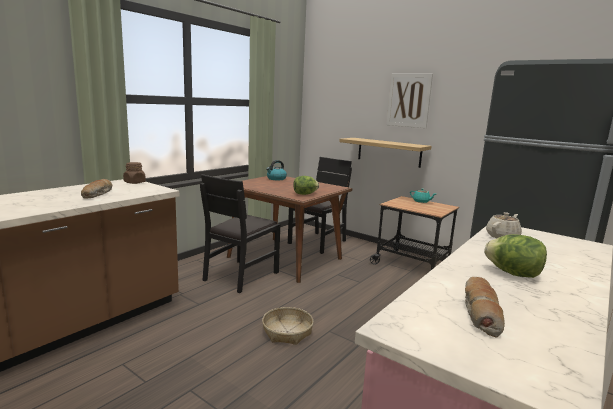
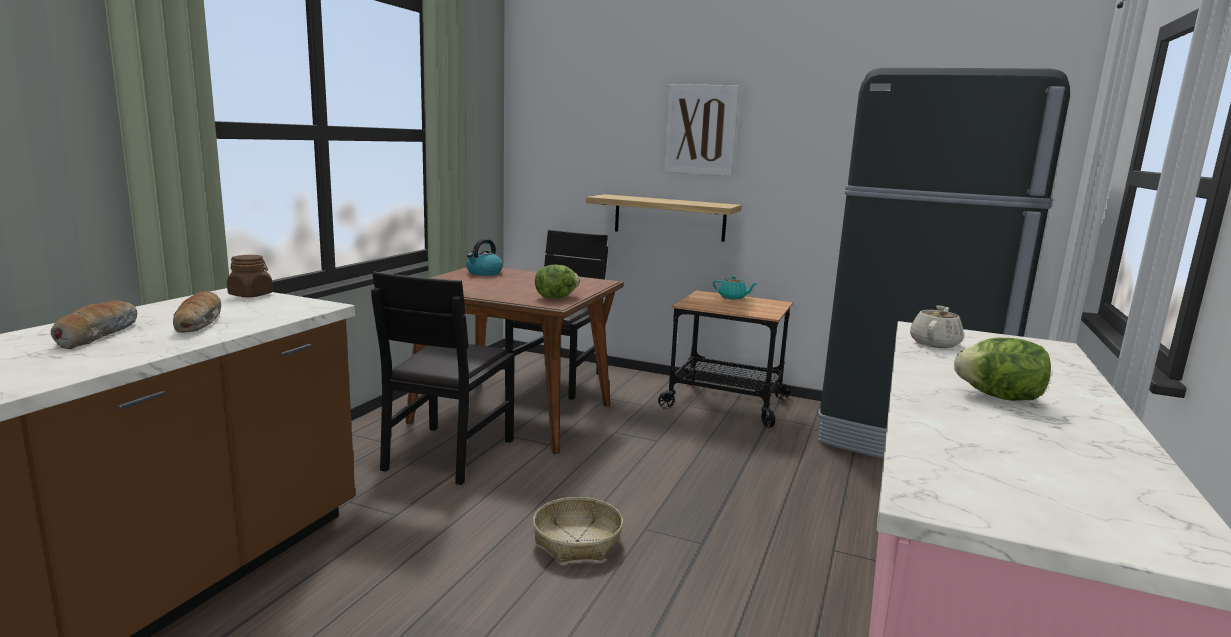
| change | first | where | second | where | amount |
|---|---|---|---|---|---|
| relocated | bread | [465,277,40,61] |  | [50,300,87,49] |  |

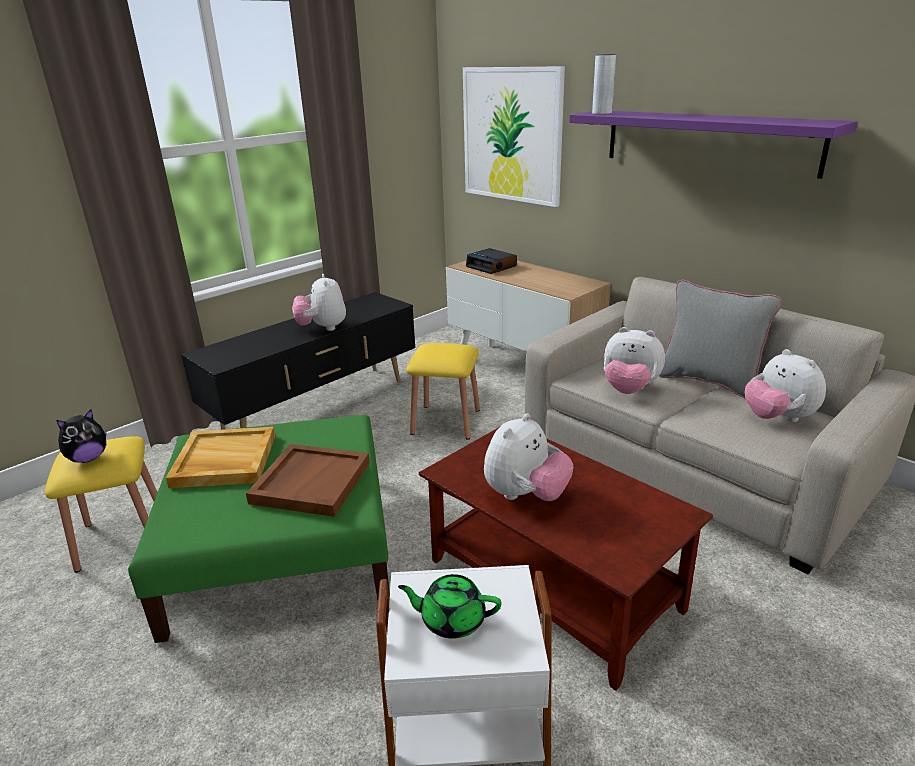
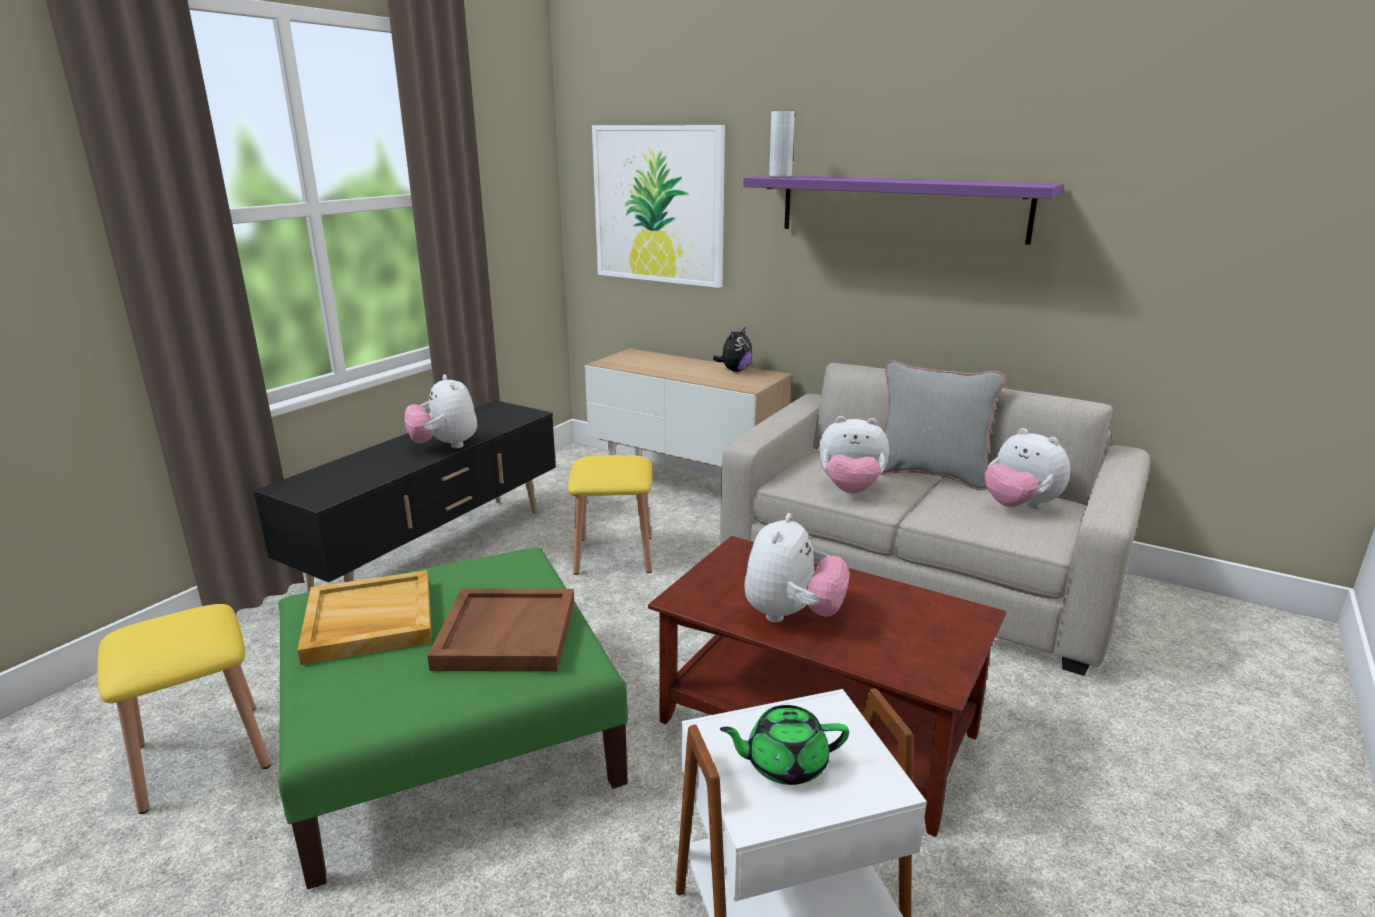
| change | first | where | second | where | amount |
|---|---|---|---|---|---|
| missing | alarm clock | [466,248,51,26] |  |  |  |
| relocated | plush toy | [56,409,51,54] |  | [713,326,39,46] |  |

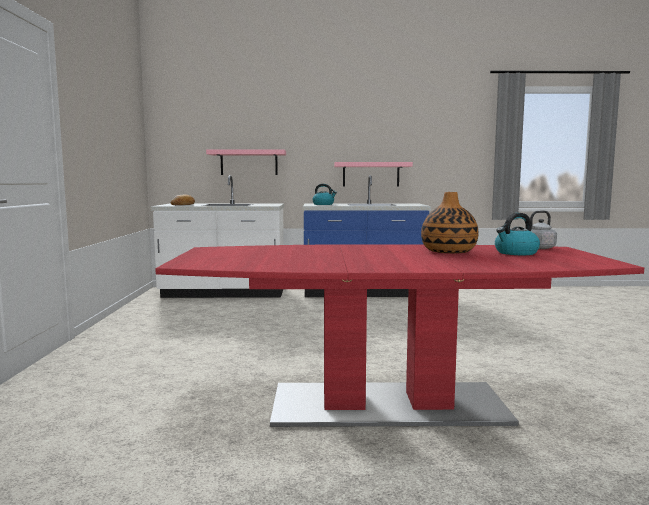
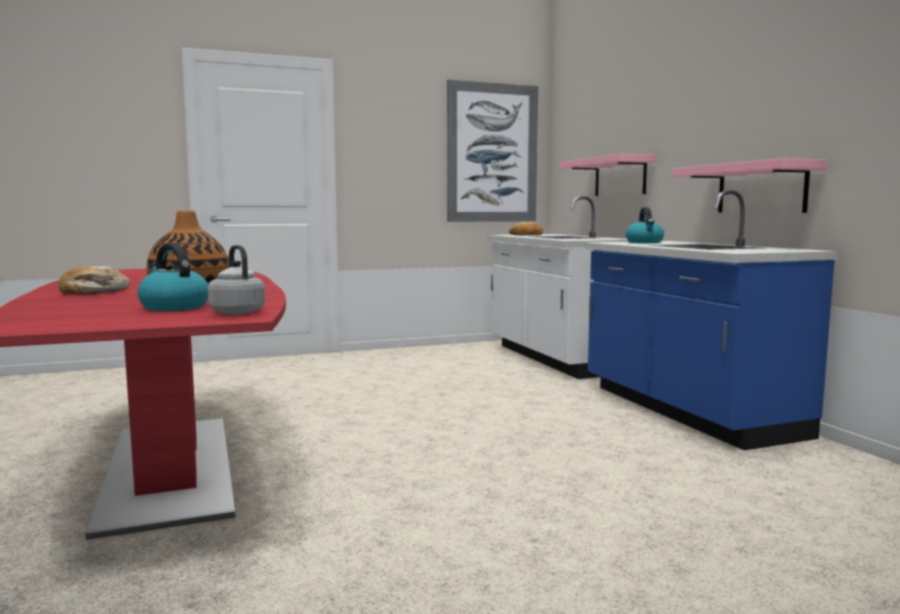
| change | first | where | second | where | amount |
|---|---|---|---|---|---|
| appeared |  |  | picture | [447,80,91,142] |  |
| appeared |  |  | bread | [58,266,72,28] |  |

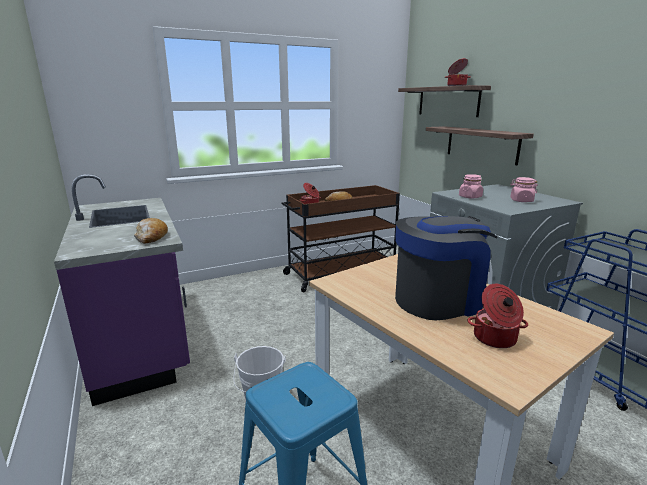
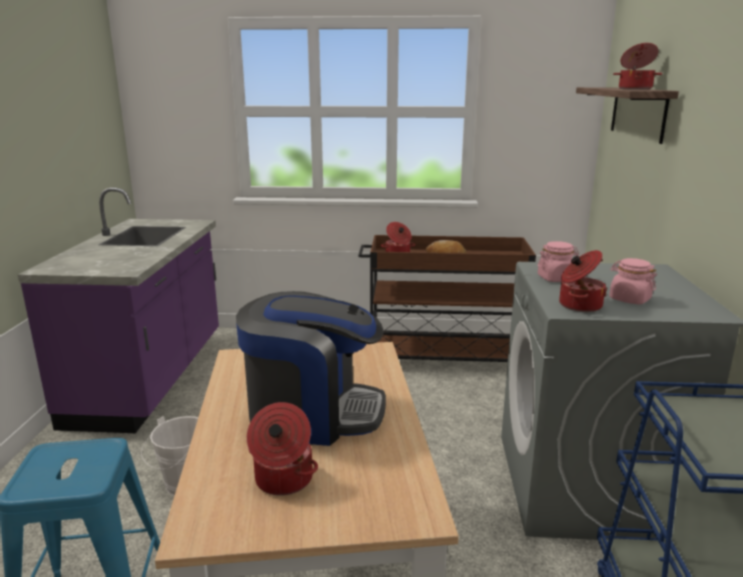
| change | first | where | second | where | amount |
|---|---|---|---|---|---|
| missing | shelf | [426,126,108,39] |  |  |  |
| missing | bread | [134,218,34,26] |  |  |  |
| appeared |  |  | cooking pot | [559,250,48,62] |  |

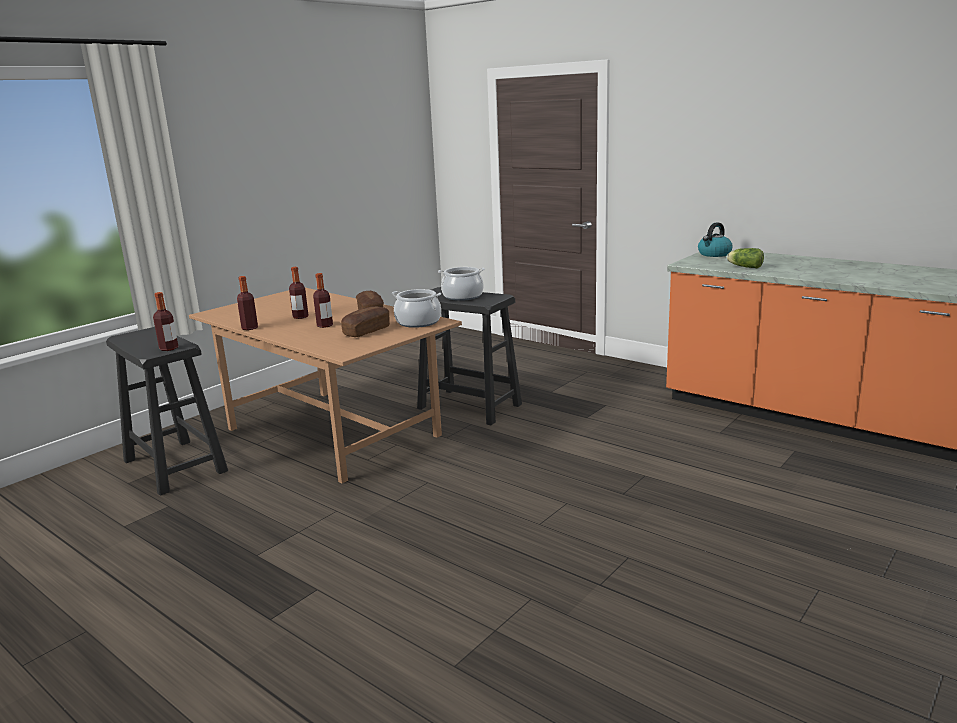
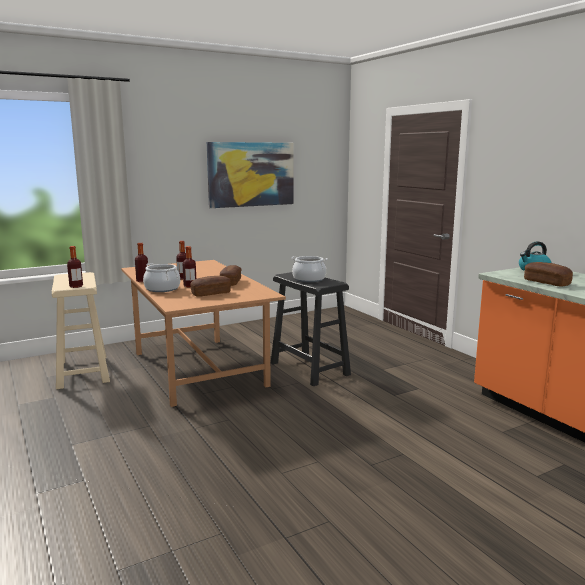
| change | first | where | second | where | amount |
|---|---|---|---|---|---|
| exchanged | lettuce | [727,248,37,20] | bread | [524,262,49,24] |  |
| relocated | cooking pot | [392,289,49,39] |  | [143,263,37,29] |  |
| colour | black stool | [106,327,122,169] | beige stool | [52,272,58,117] |  |
| appeared |  |  | picture | [207,142,87,66] |  |

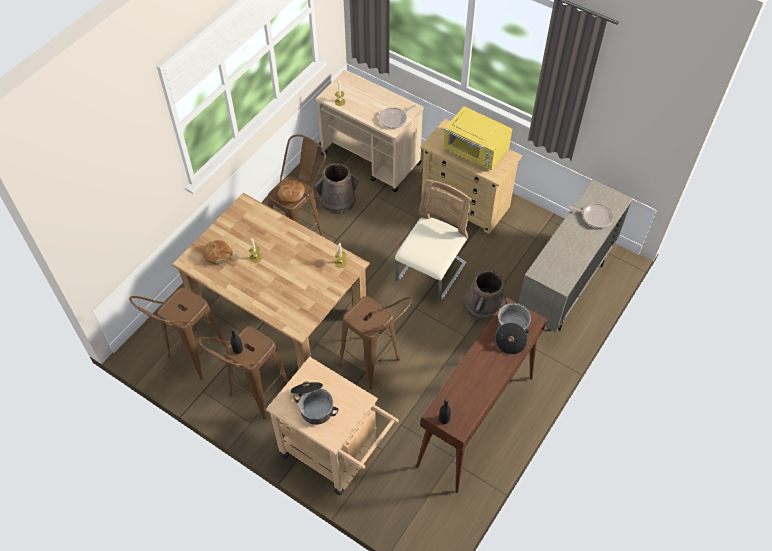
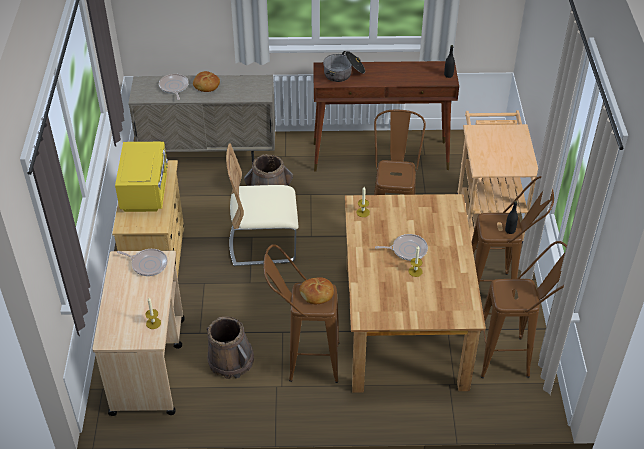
| change | first | where | second | where | amount |
|---|---|---|---|---|---|
| relocated | bread | [203,240,30,24] |  | [193,71,27,21] |  |
| missing | cooking pot | [290,381,48,44] |  |  |  |
| appeared |  |  | frying pan | [375,234,53,27] |  |

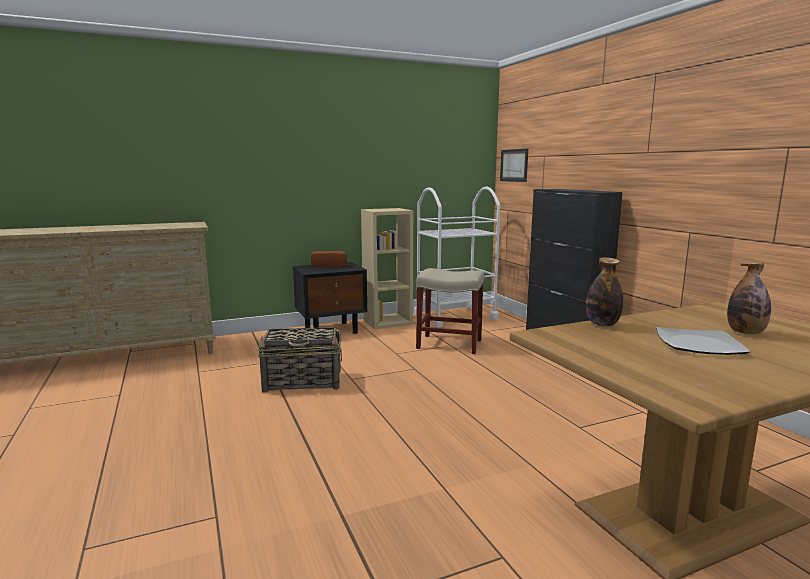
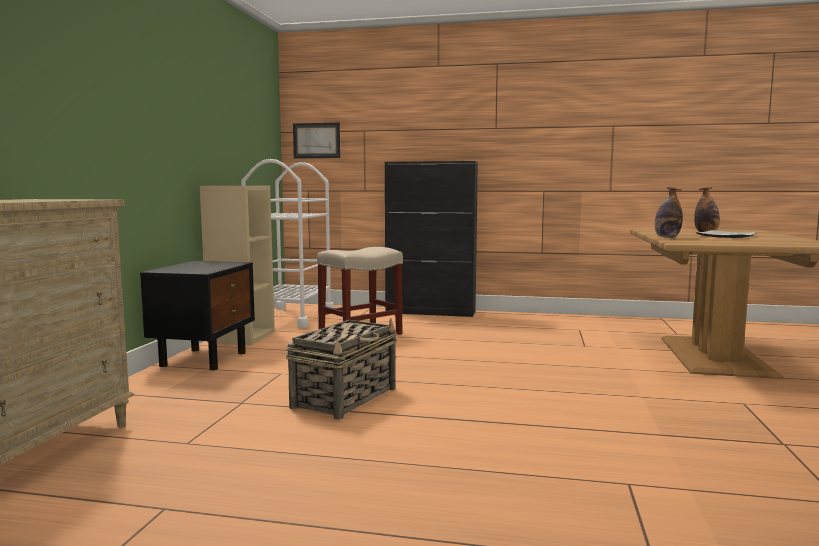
| change | first | where | second | where | amount |
|---|---|---|---|---|---|
| missing | bread | [311,251,36,16] |  |  |  |

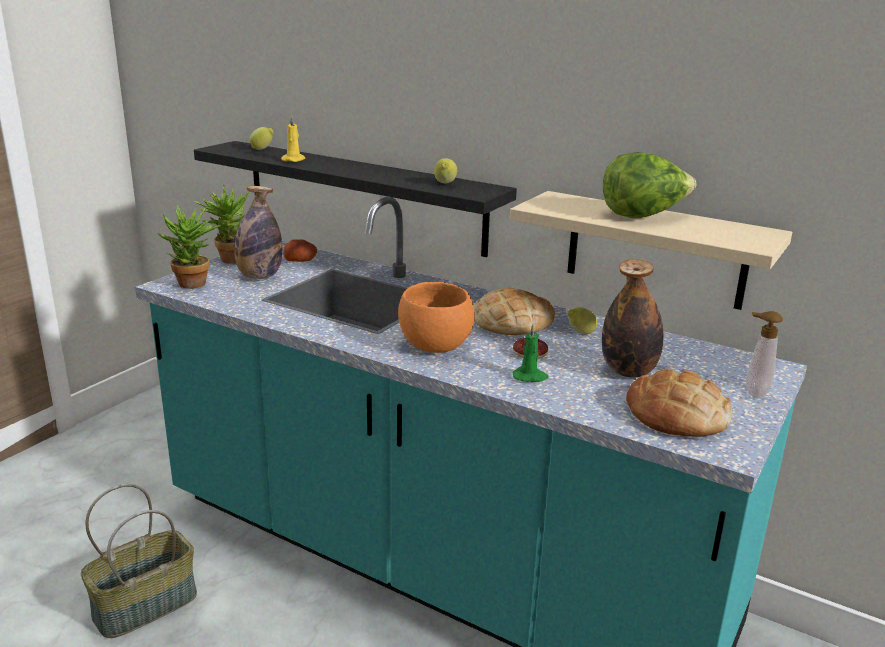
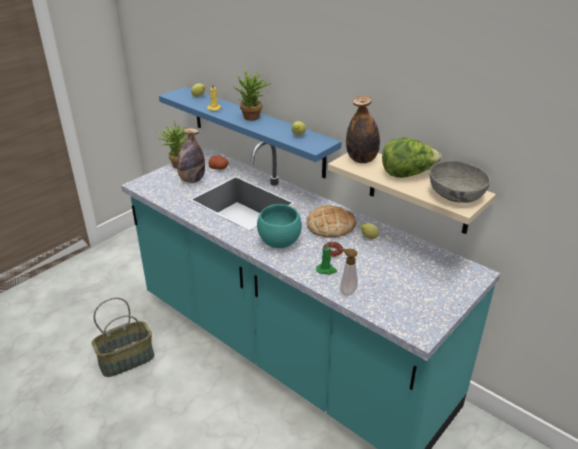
| change | first | where | second | where | amount |
|---|---|---|---|---|---|
| colour | black shelf | [194,141,323,116] | blue shelf | [159,87,183,92] |  |
| relocated | potted plant | [157,205,64,84] |  | [234,70,37,51] |  |
| relocated | bottle | [602,259,61,119] |  | [346,96,34,67] |  |
| colour | orange bowl | [398,282,77,71] | turquoise bowl | [257,204,45,44] |  |
| relocated | soap dispenser | [746,311,37,87] |  | [340,248,18,48] |  |
| missing | bread | [626,368,107,69] |  |  |  |
| appeared |  |  | grey bowl | [430,161,60,42] |  |

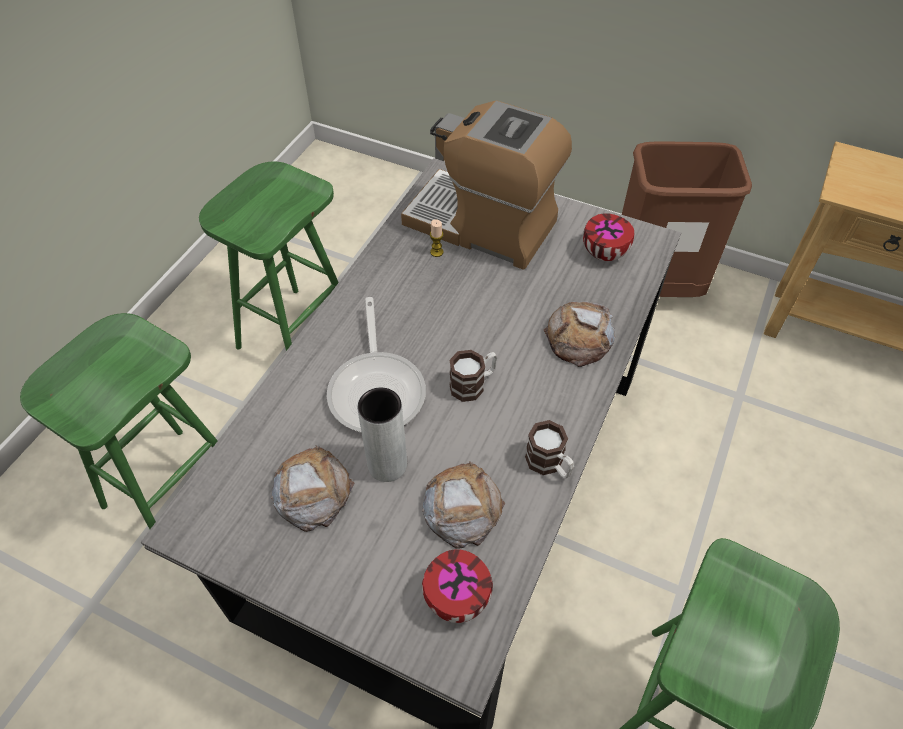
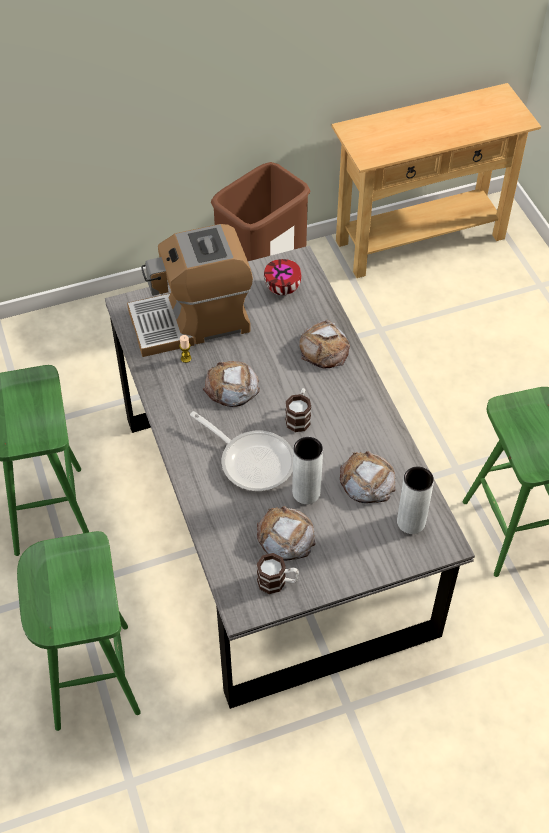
| change | first | where | second | where | amount |
|---|---|---|---|---|---|
| relocated | mug | [525,420,49,58] |  | [257,553,42,41] |  |
| exchanged | bowl | [422,549,71,74] | grey vase | [397,466,37,68] |  |
| appeared |  |  | bread | [203,361,57,46] |  |

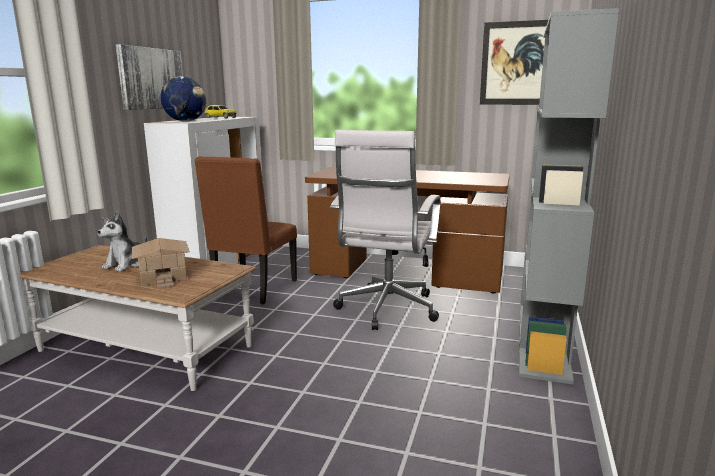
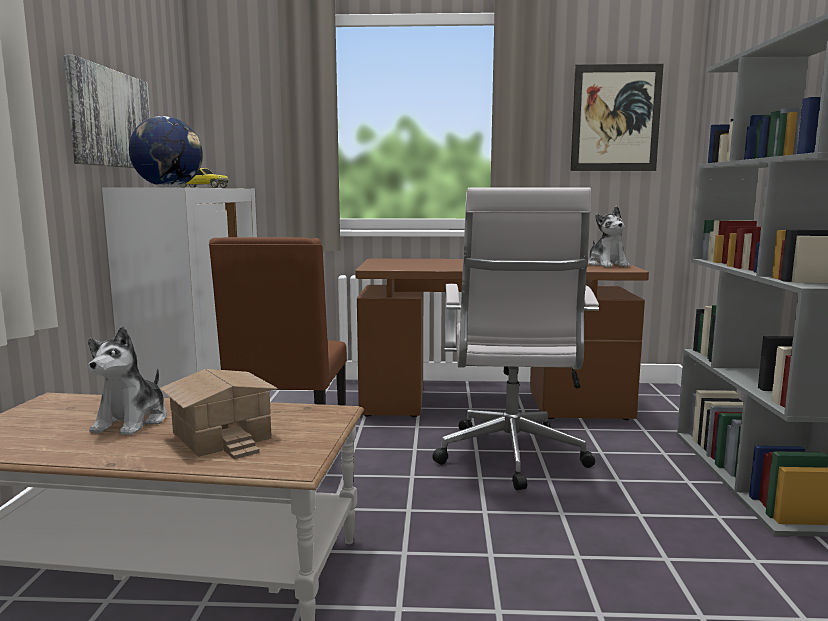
| change | first | where | second | where | amount |
|---|---|---|---|---|---|
| appeared |  |  | plush toy | [588,206,42,61] |  |

